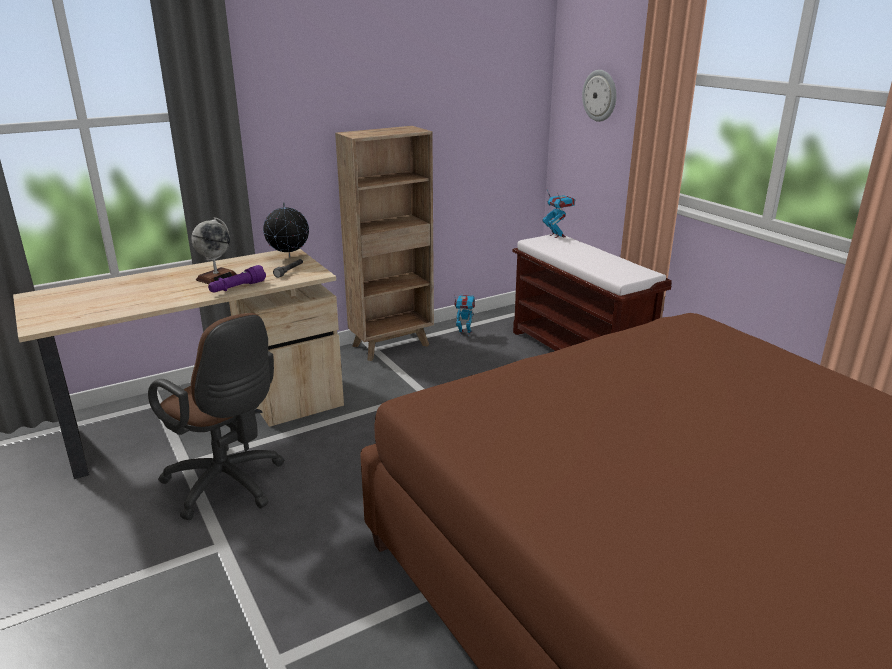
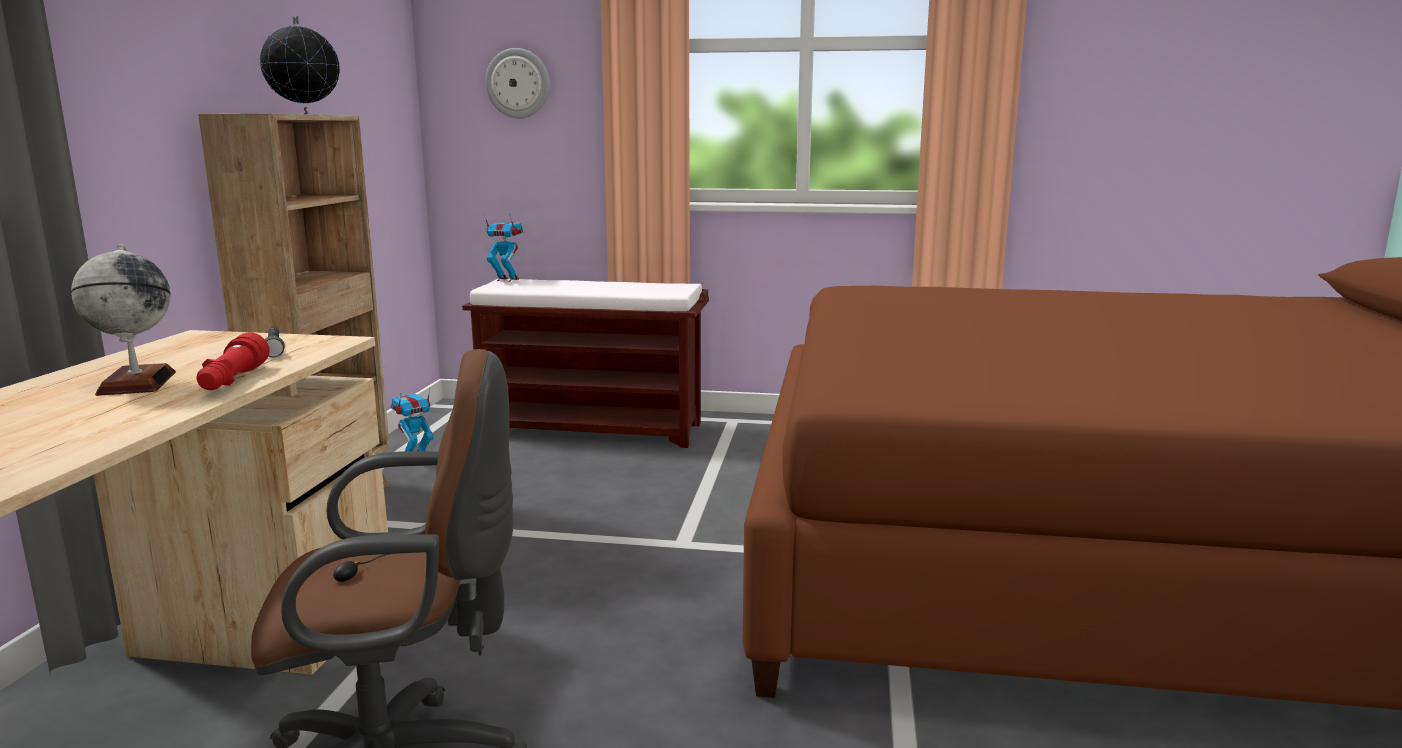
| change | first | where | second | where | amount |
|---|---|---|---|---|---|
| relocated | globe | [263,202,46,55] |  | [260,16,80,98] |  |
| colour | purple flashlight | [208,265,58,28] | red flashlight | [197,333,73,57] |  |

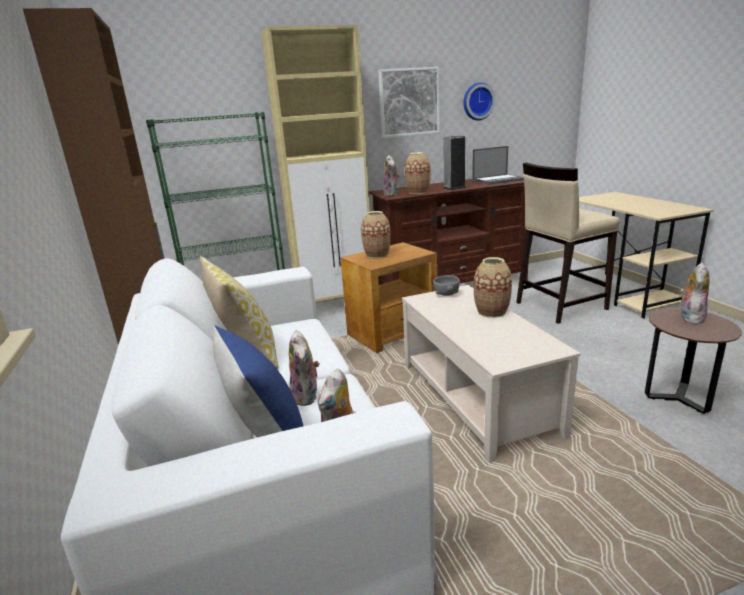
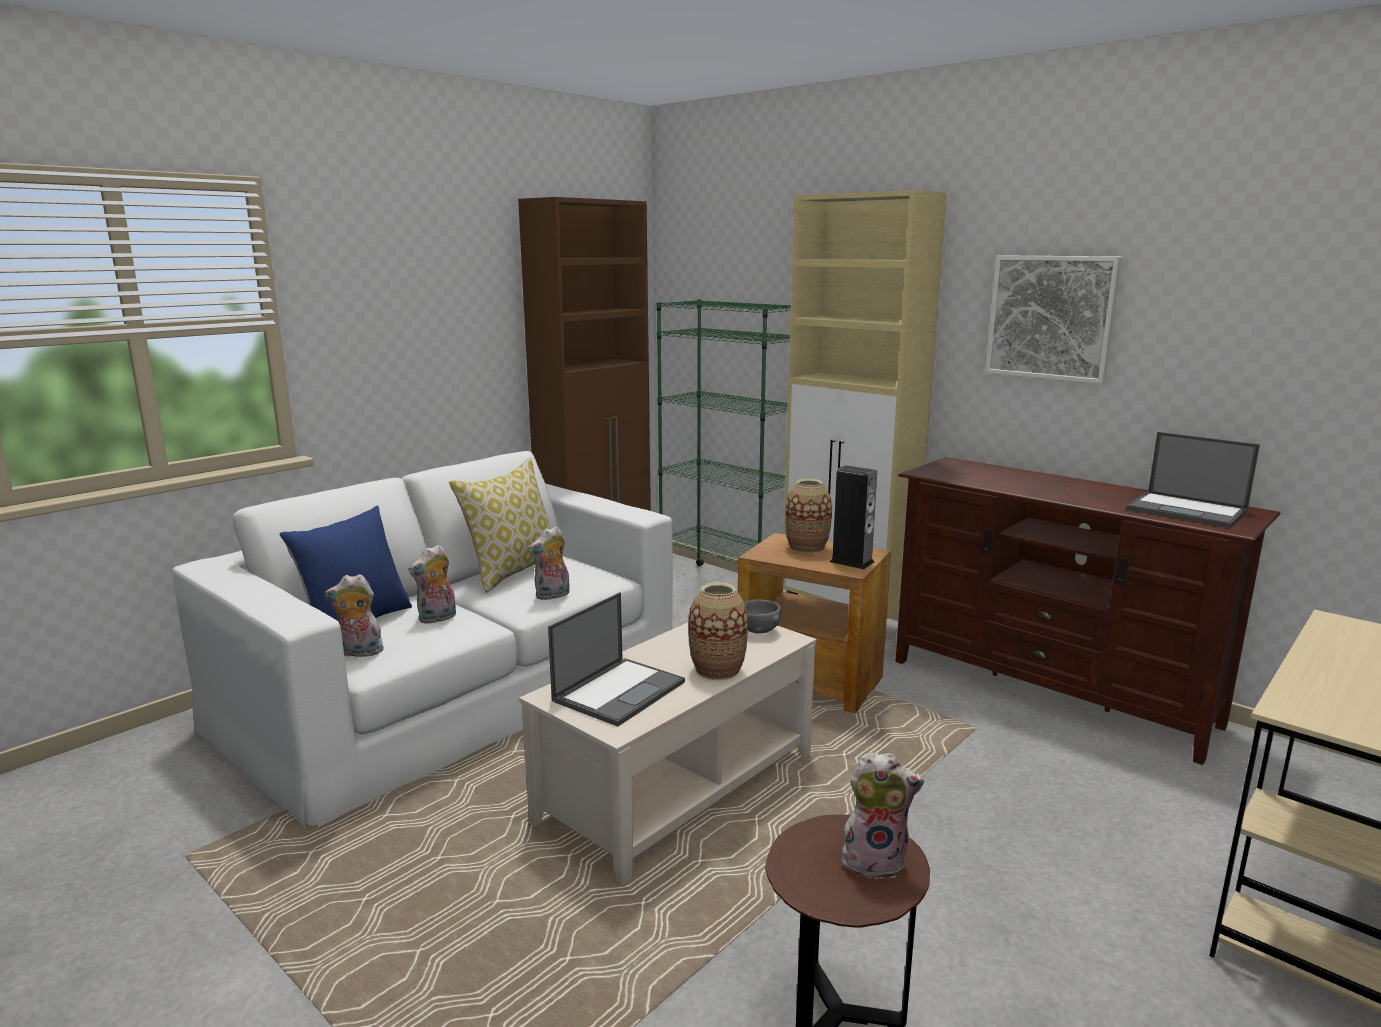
| change | first | where | second | where | amount |
|---|---|---|---|---|---|
| missing | wall clock | [463,82,32,39] |  |  |  |
| relocated | speaker | [443,136,23,54] |  | [830,465,47,104] |  |
| missing | vase | [405,152,26,42] |  |  |  |
| relocated | plush toy | [383,155,17,41] |  | [528,526,42,74] |  |
| missing | beige stool | [516,162,104,162] |  |  |  |
| appeared |  |  | laptop | [548,592,137,135] |  |

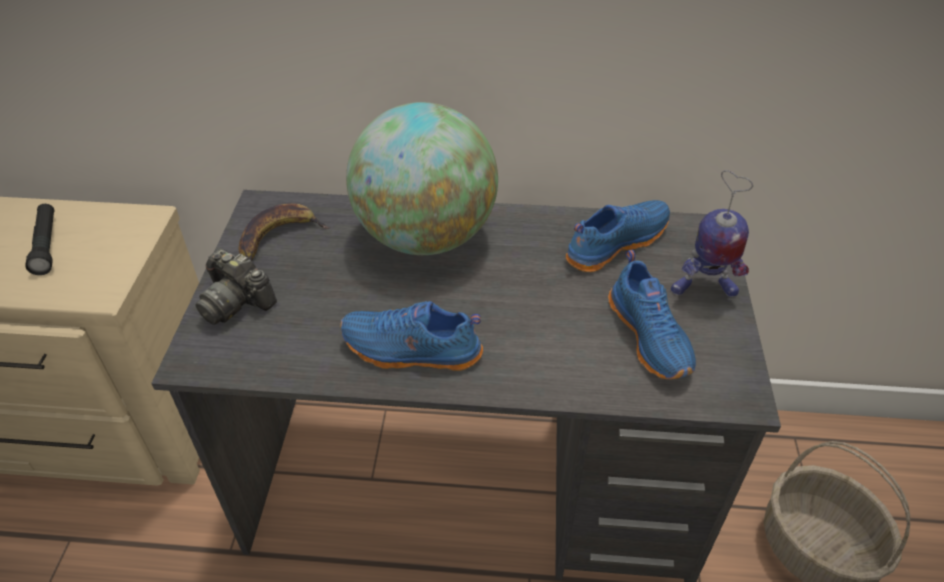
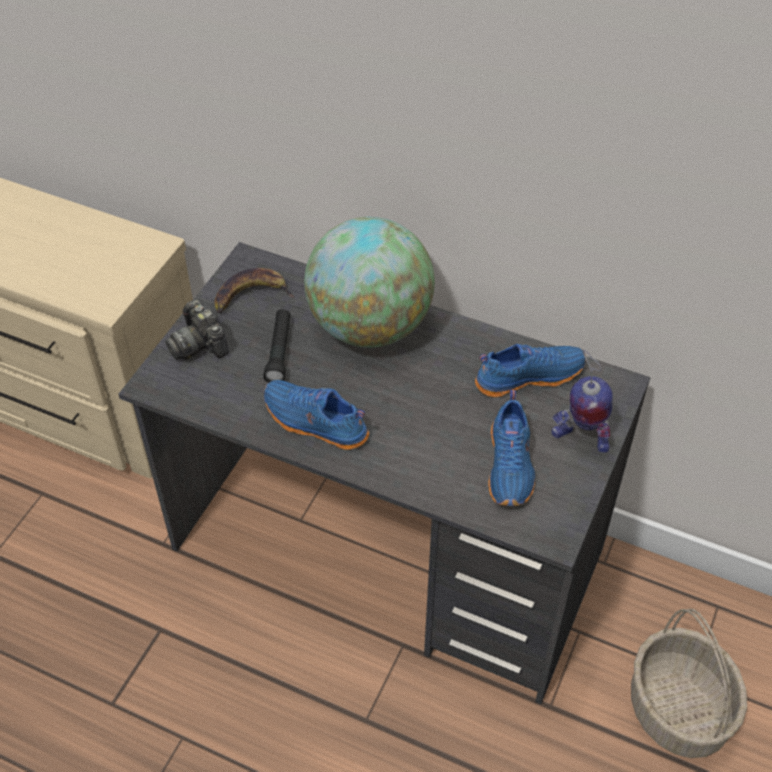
| change | first | where | second | where | amount |
|---|---|---|---|---|---|
| relocated | black flashlight | [25,204,29,71] |  | [263,309,28,74] |  |

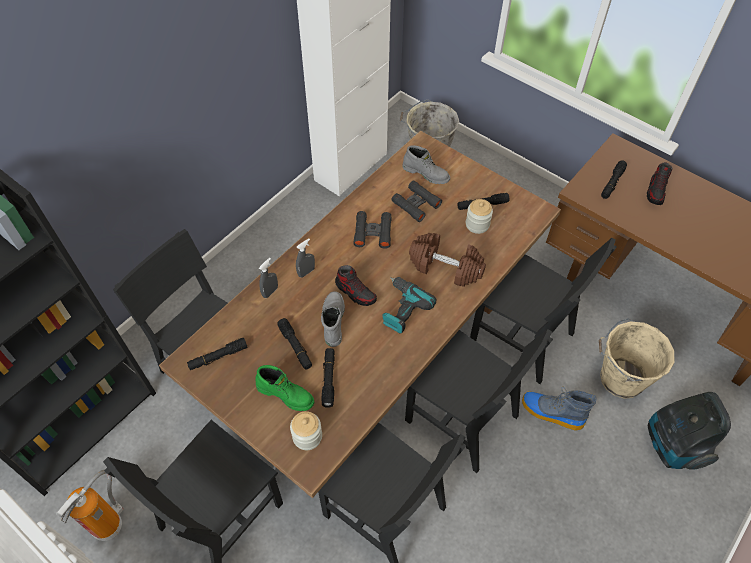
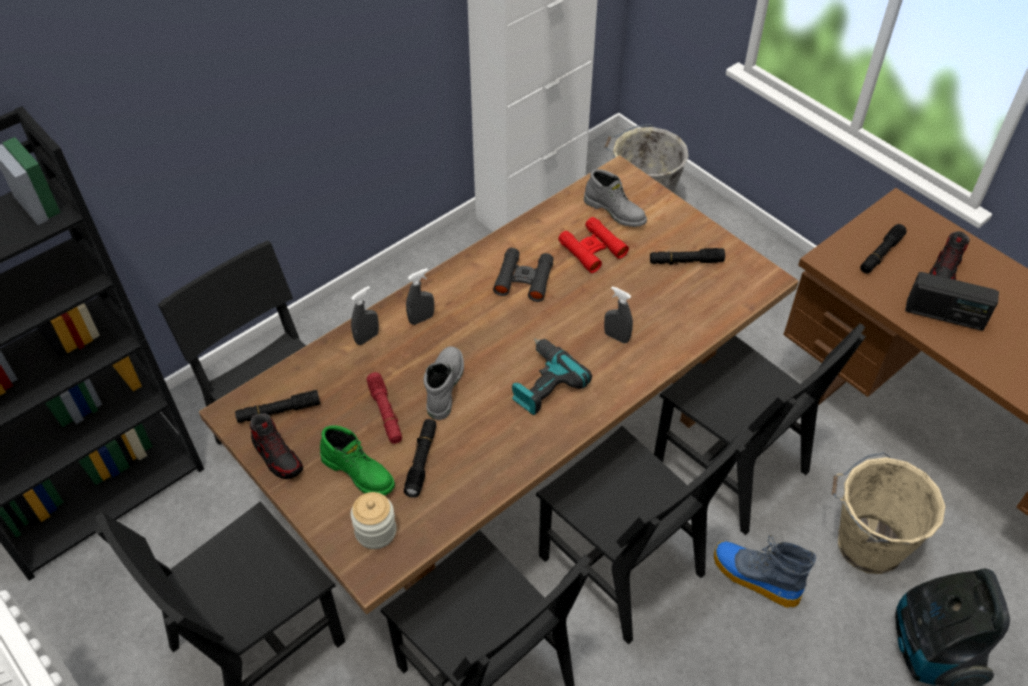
| change | first | where | second | where | amount |
|---|---|---|---|---|---|
| colour | black binoculars | [391,180,51,42] | red binoculars | [558,217,71,56] |  |
| missing | jar | [466,199,27,35] |  |  |  |
| exchanged | brown dumbbell | [409,233,77,54] | grey spray bottle | [604,286,29,57] |  |
| relocated | shoe | [335,265,42,41] |  | [250,413,53,66] |  |
| colour | black flashlight | [277,318,35,52] | red flashlight | [366,372,36,72] |  |
| missing | fire extinguisher | [56,470,67,71] |  |  |  |
| appeared |  |  | radio | [905,272,94,59] |  |

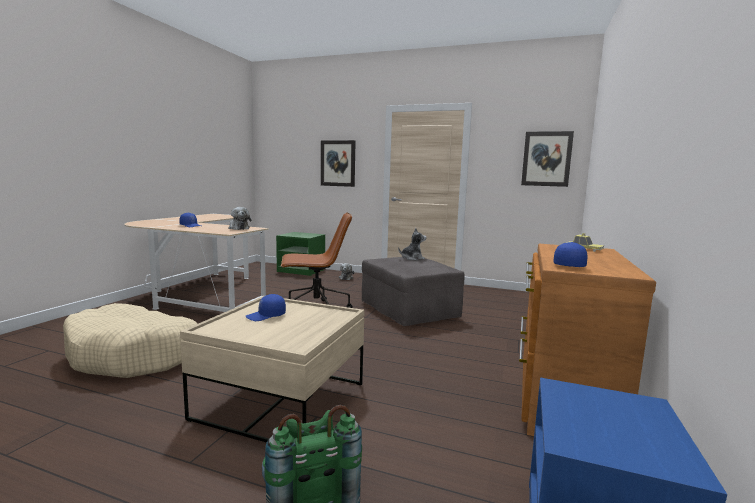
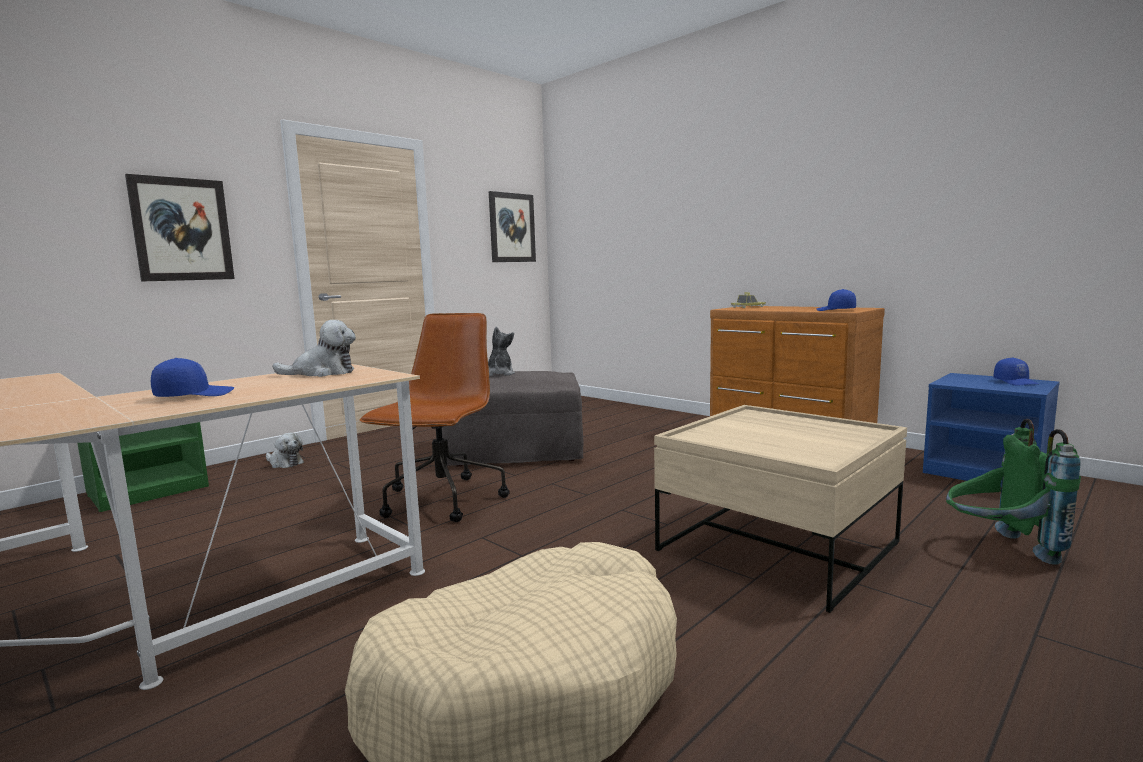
| change | first | where | second | where | amount |
|---|---|---|---|---|---|
| relocated | blue cap | [246,294,40,27] |  | [993,358,45,28] |  |

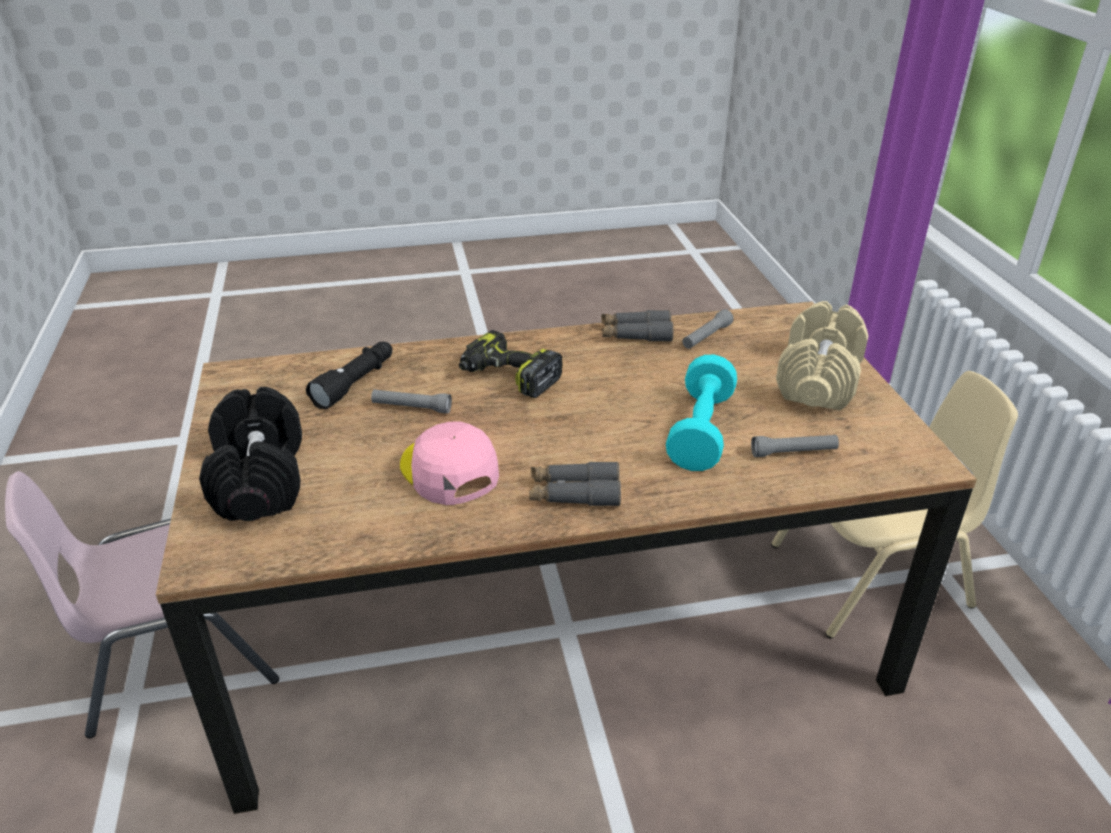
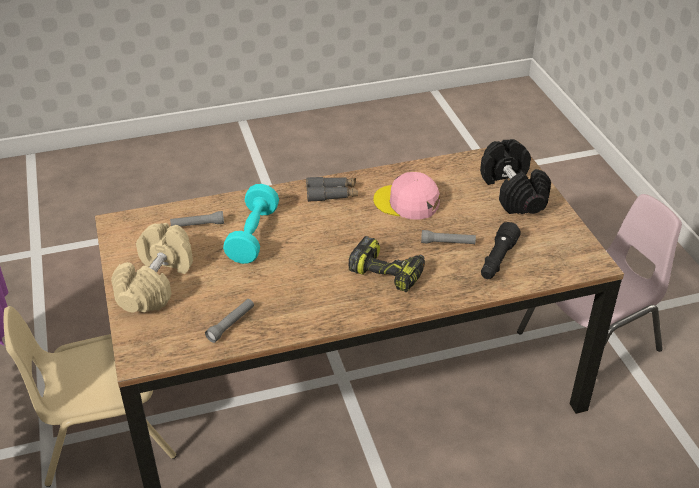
| change | first | where | second | where | amount |
|---|---|---|---|---|---|
| missing | grey binoculars | [601,310,72,32] |  |  |  |
| spun | pink cap | [400,421,99,84] |  | [373,172,67,48] | 150 degrees clockwise |

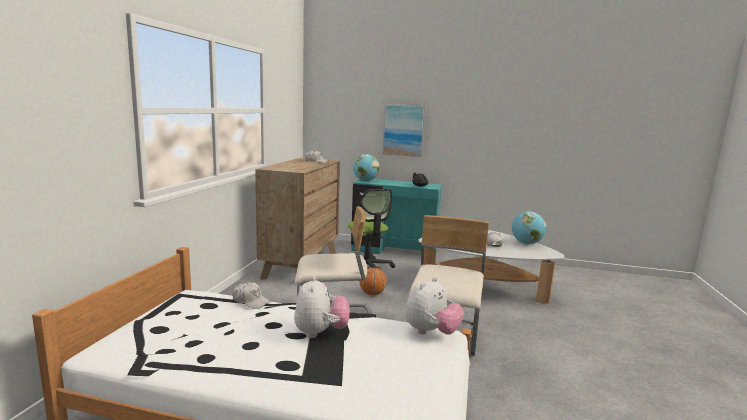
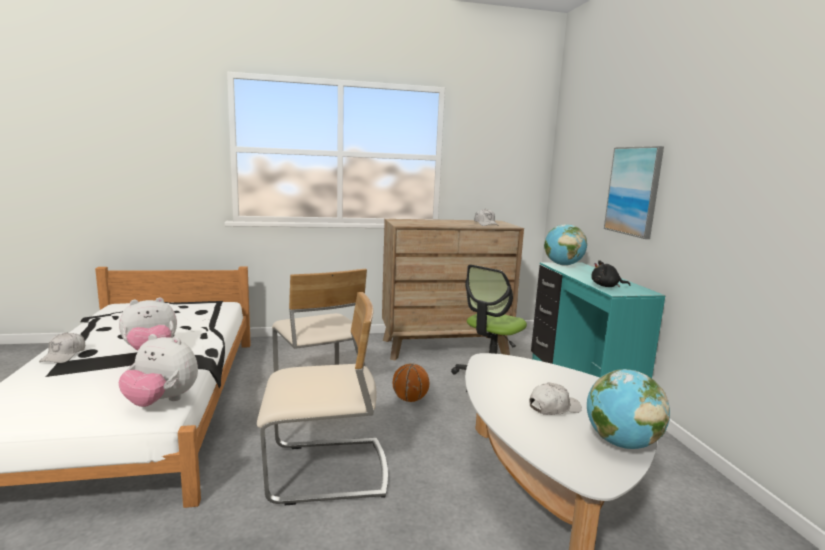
| change | first | where | second | where | amount |
|---|---|---|---|---|---|
| relocated | white cap | [232,282,39,27] |  | [39,332,46,31] |  |

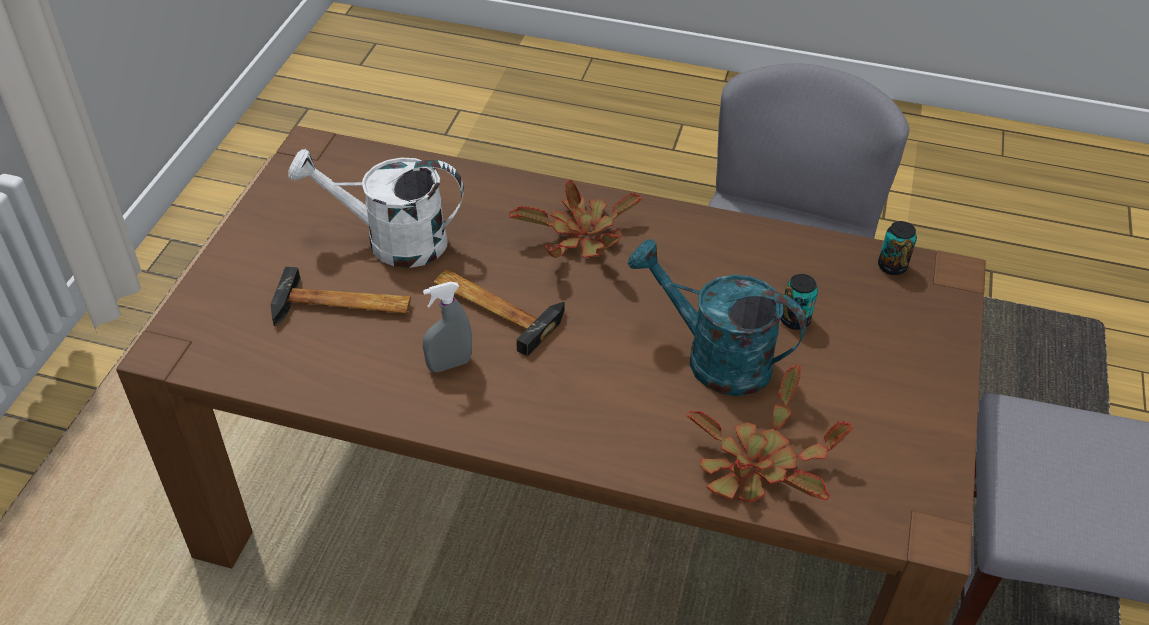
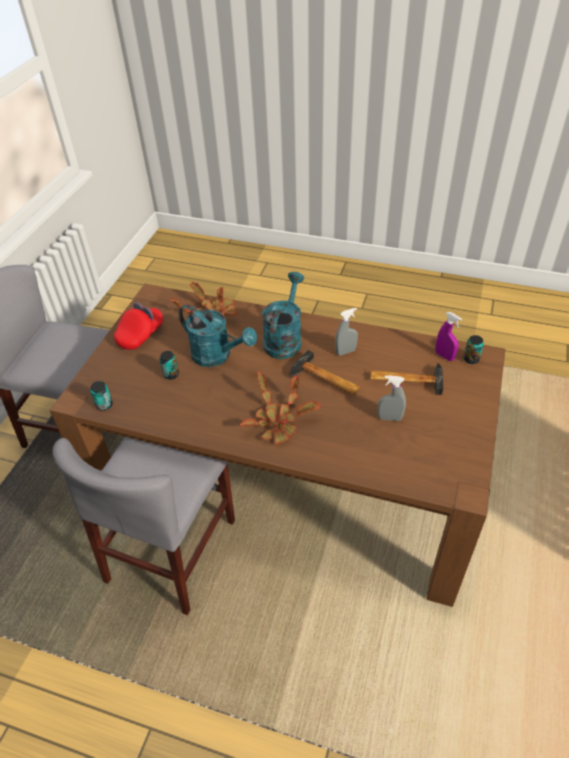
| change | first | where | second | where | amount |
|---|---|---|---|---|---|
| exchanged | white watering can | [288,149,176,119] | grey spray bottle | [378,375,28,46] |  |
| appeared |  |  | turquoise watering can | [262,272,42,87] |  |
| appeared |  |  | red cap | [114,302,49,48] |  |
| appeared |  |  | purple spray bottle | [436,312,26,49] |  |
| appeared |  |  | can | [463,335,21,29] |  |

